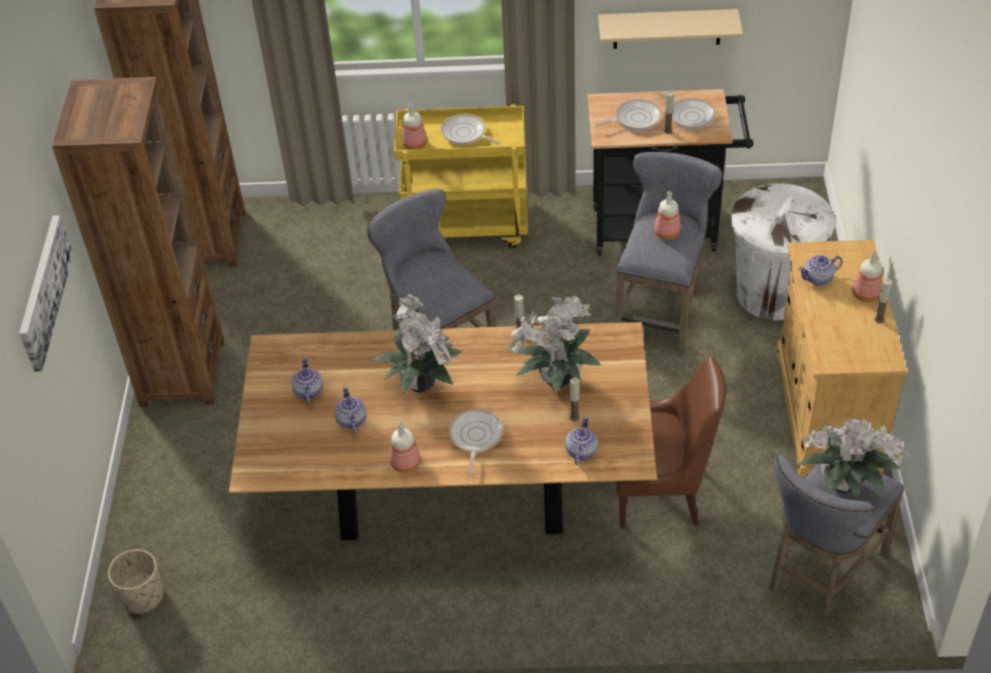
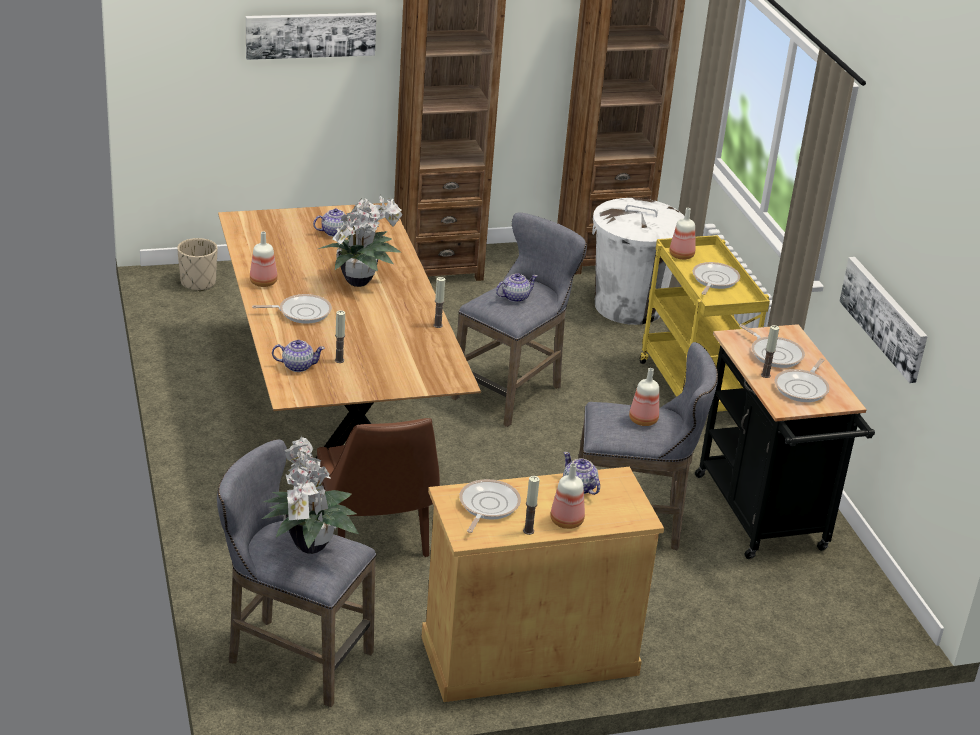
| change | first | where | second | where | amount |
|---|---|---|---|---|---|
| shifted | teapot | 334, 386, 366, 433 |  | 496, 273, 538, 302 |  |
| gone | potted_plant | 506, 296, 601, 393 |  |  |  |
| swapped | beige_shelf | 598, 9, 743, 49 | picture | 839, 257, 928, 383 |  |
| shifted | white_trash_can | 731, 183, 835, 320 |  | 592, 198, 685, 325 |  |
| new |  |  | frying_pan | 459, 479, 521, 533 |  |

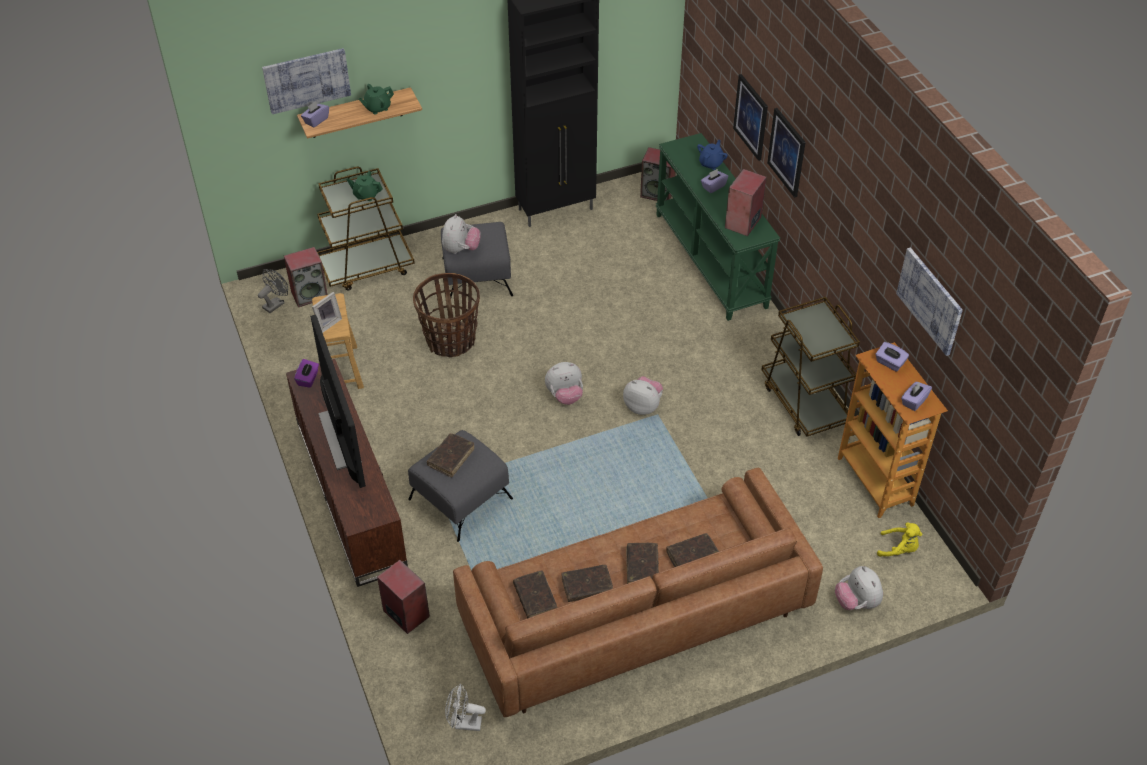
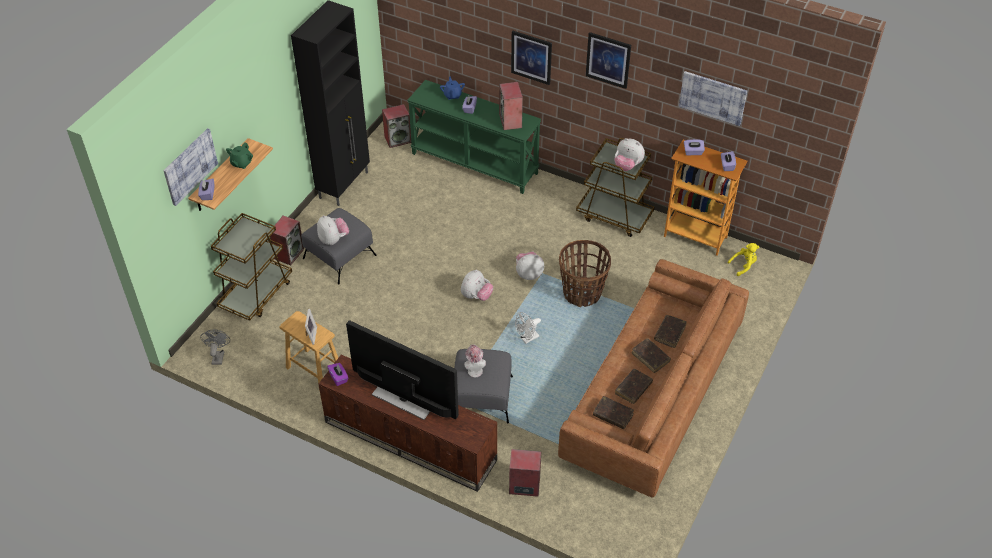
| change | first | where | second | where | amount |
|---|---|---|---|---|---|
| shifted | speaker | 284, 247, 328, 307 |  | 270, 216, 304, 265 |  |
| gone | green_teapot | 347, 171, 383, 201 |  |  |  |
| shifted | basket | 413, 273, 480, 357 |  | 559, 240, 611, 307 |  |
| swapped | brown_book | 427, 433, 474, 477 | hat | 464, 345, 486, 378 |  |
| shifted | white_fan | 445, 684, 486, 731 |  | 515, 312, 541, 344 |  |
| shifted | picture | 733, 74, 768, 161 |  | 586, 32, 631, 89 |  |
| shifted | plush_toy | 835, 566, 883, 610 |  | 615, 138, 645, 171 |  |

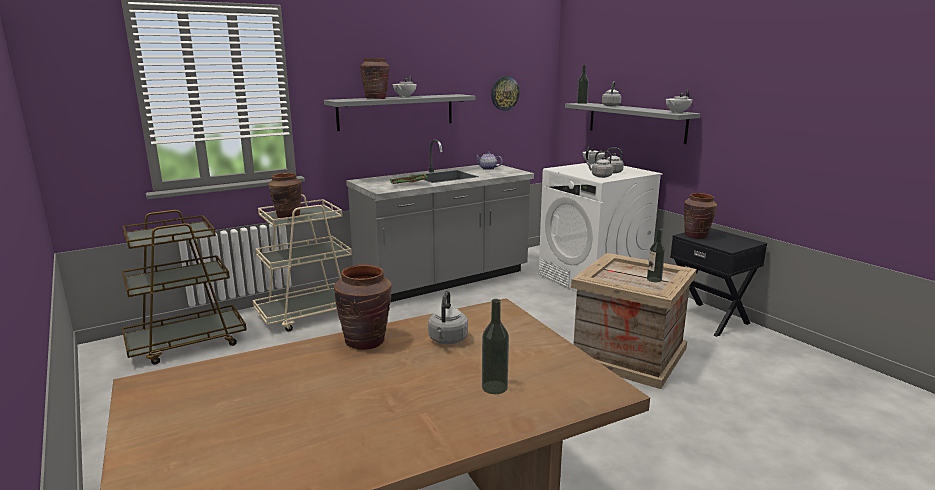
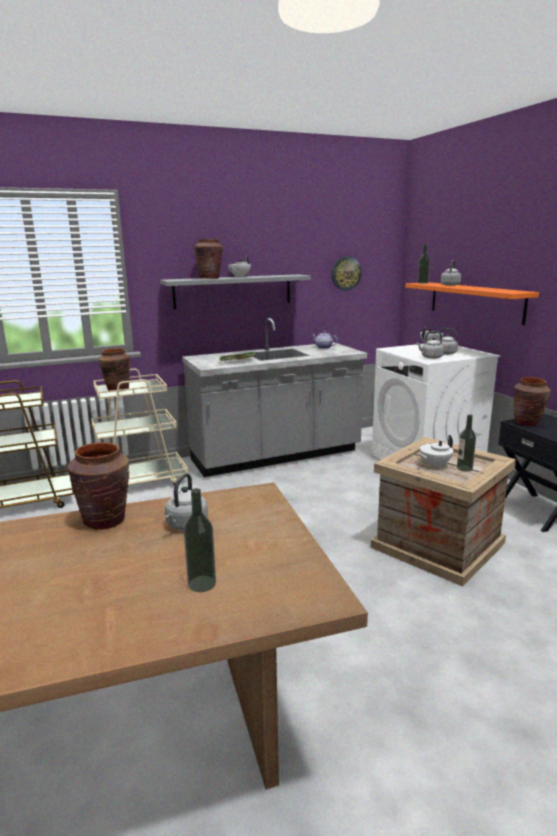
| change | first | where | second | where | amount |
|---|---|---|---|---|---|
| repainted | grey_shelf | 565, 103, 700, 144 | orange_shelf | 405, 282, 539, 325 |  |
| shifted | white_teapot | 666, 89, 693, 114 |  | 418, 435, 453, 467 |  |

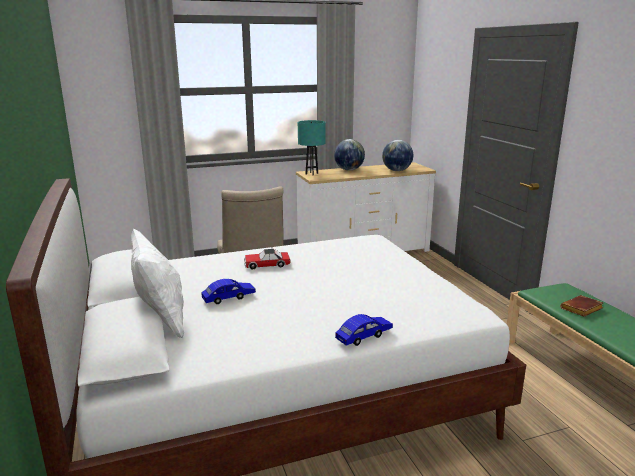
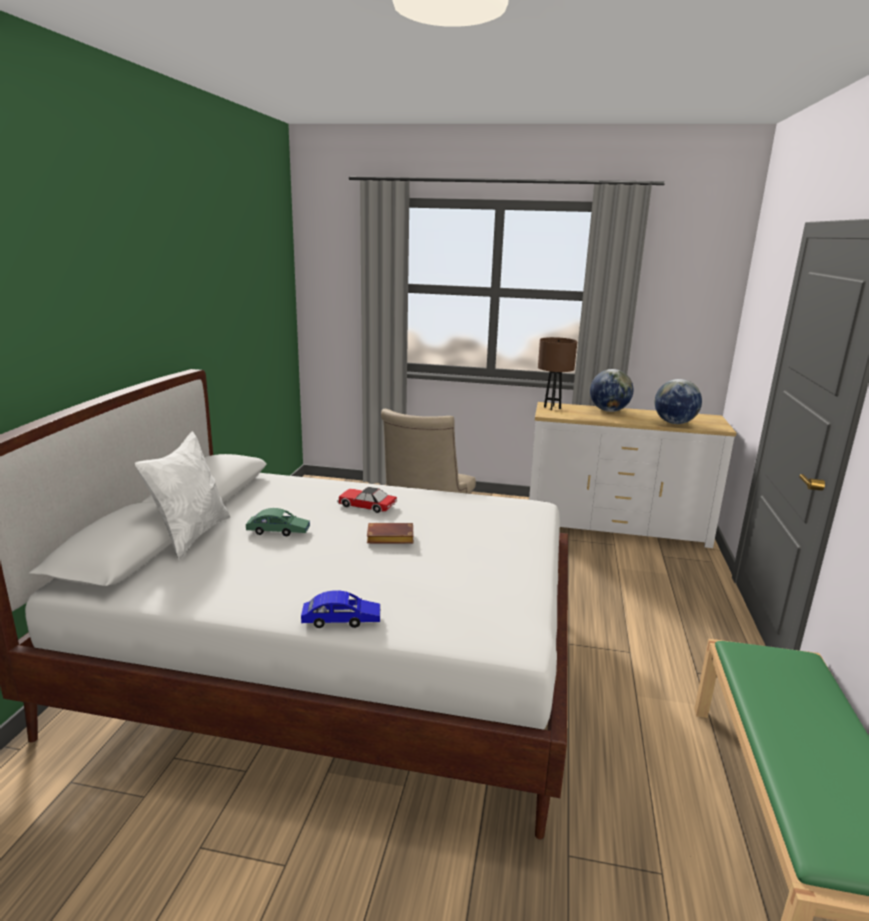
| change | first | where | second | where | amount |
|---|---|---|---|---|---|
| repainted | blue_toy_car | 201, 279, 256, 304 | green_toy_car | 246, 508, 310, 536 |  |
| repainted | turquoise_table_lamp | 298, 120, 326, 175 | brown_table_lamp | 538, 337, 578, 410 |  |
| shifted | brown_book | 560, 295, 604, 317 |  | 367, 523, 414, 544 |  |

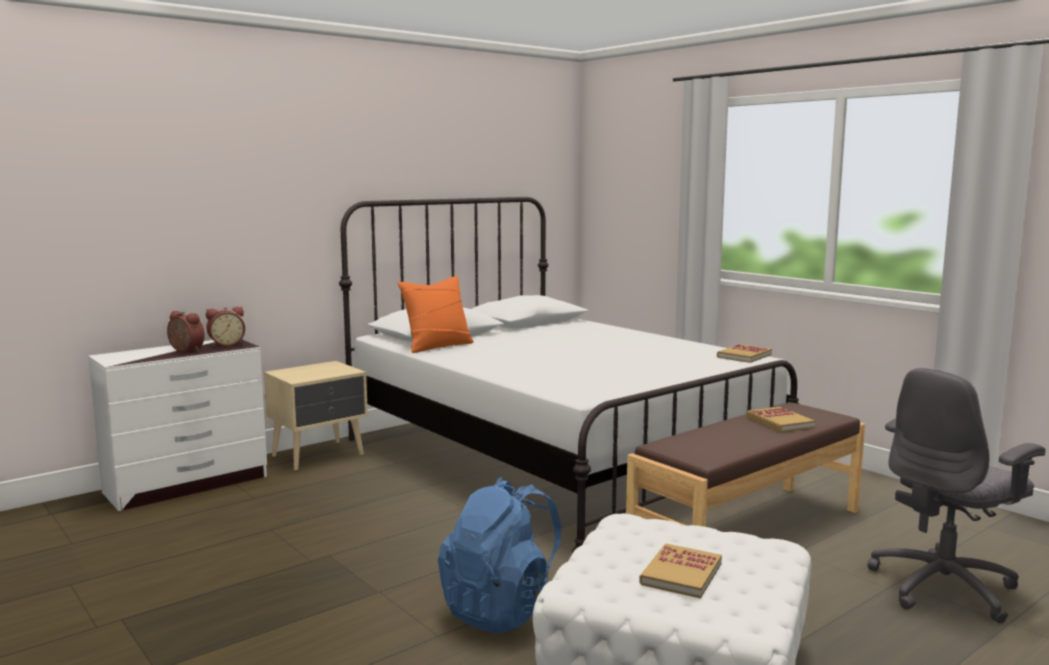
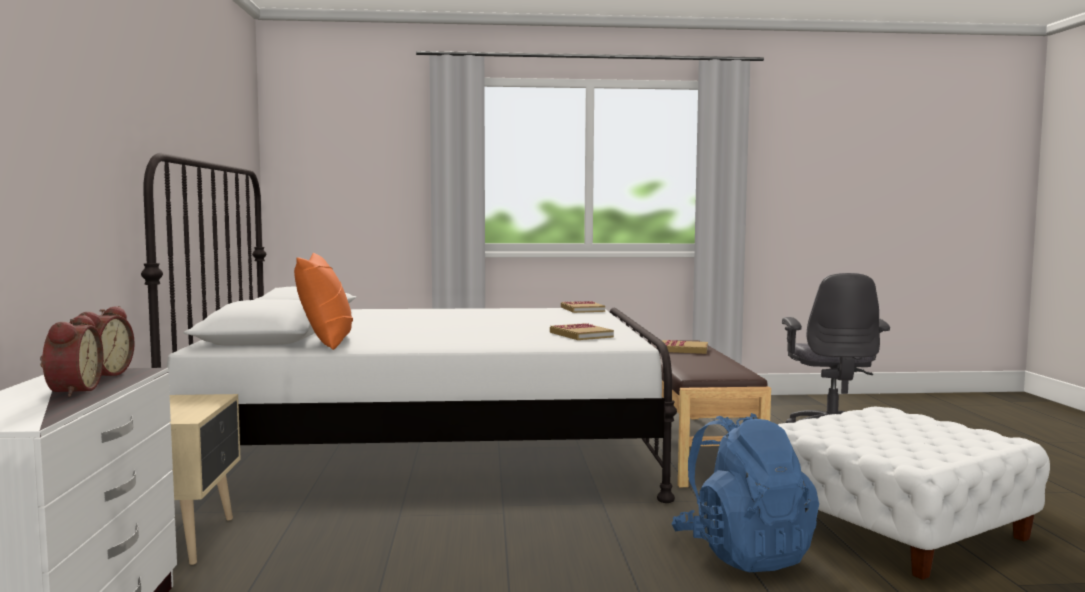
| change | first | where | second | where | amount |
|---|---|---|---|---|---|
| rotated | alarm_clock | 167, 311, 205, 352 |  | 40, 315, 104, 397 | 105 degrees clockwise |
| shifted | book | 639, 544, 722, 599 |  | 550, 323, 614, 340 |  |

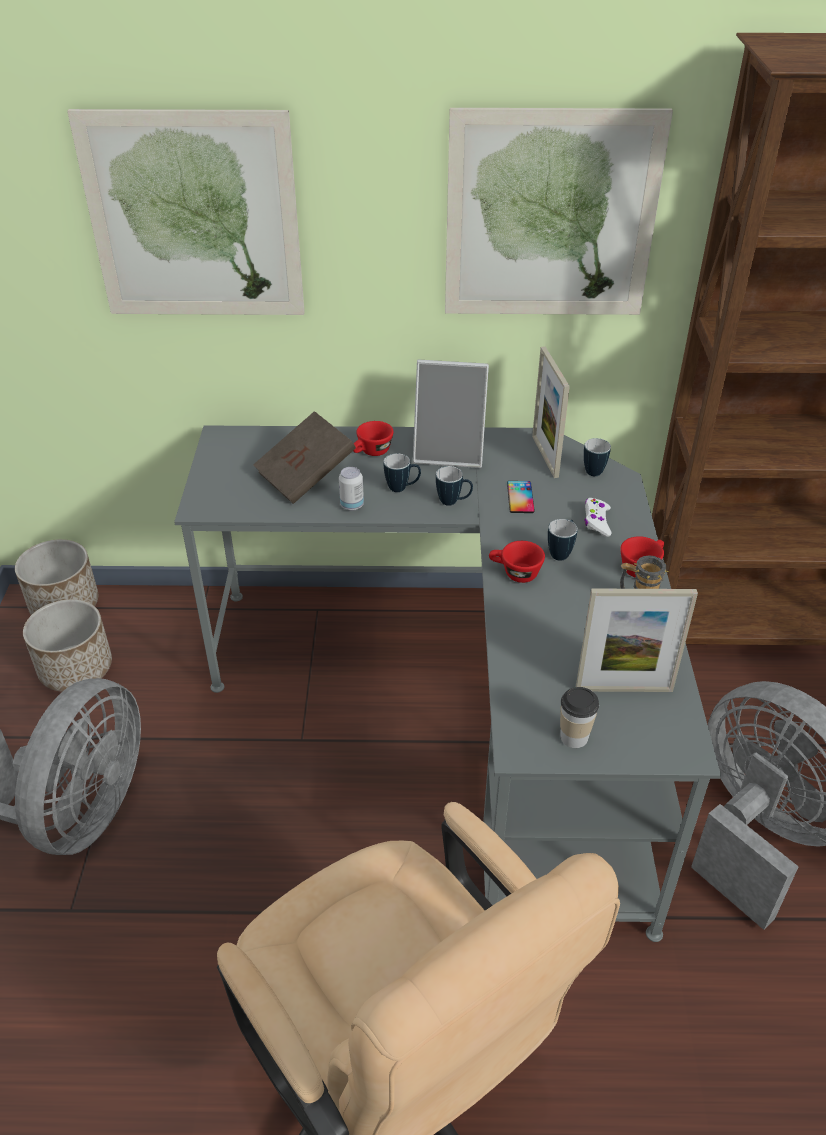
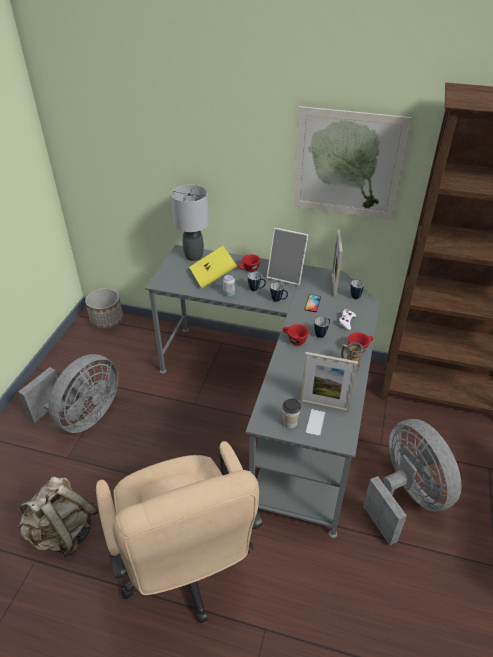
| change | first | where | second | where | amount |
|---|---|---|---|---|---|
| gone | planter | 23, 599, 112, 692 |  |  |  |
| gone | picture | 67, 109, 305, 315 |  |  |  |
| repainted | brown_book | 253, 411, 356, 504 | yellow_book | 189, 246, 237, 288 |  |
| new |  |  | beige_backpack | 18, 477, 98, 557 |  |
| new |  |  | grey_table_lamp | 171, 185, 209, 261 |  |
| new |  |  | phone | 306, 409, 326, 436 |  |

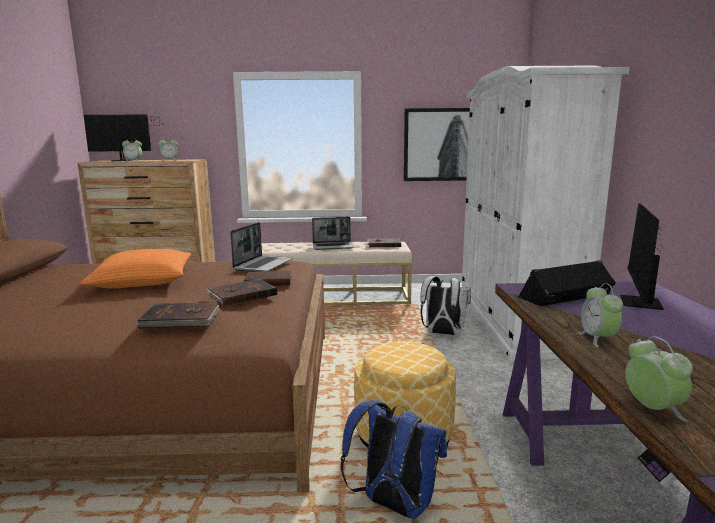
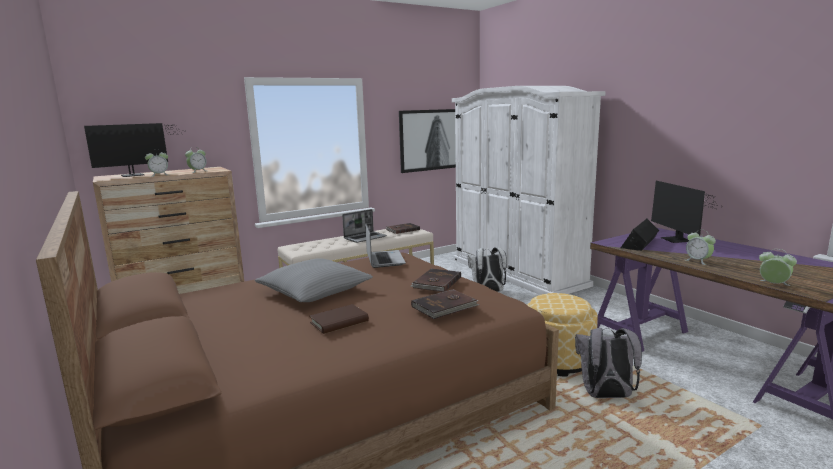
| change | first | where | second | where | amount |
|---|---|---|---|---|---|
| repainted | orange_pillow | 80, 249, 191, 288 | grey_pillow | 255, 258, 373, 302 |  |
| shifted | brown_book | 244, 271, 292, 286 |  | 309, 304, 369, 334 |  |
| repainted | blue_backpack | 341, 400, 447, 519 | grey_backpack | 575, 328, 642, 398 |  |

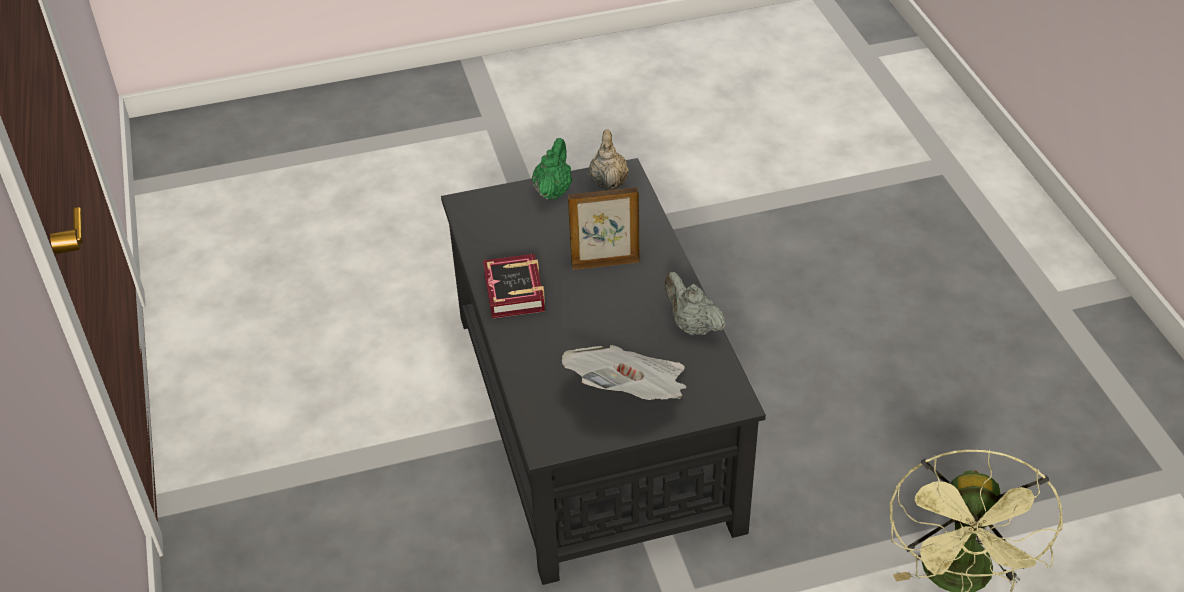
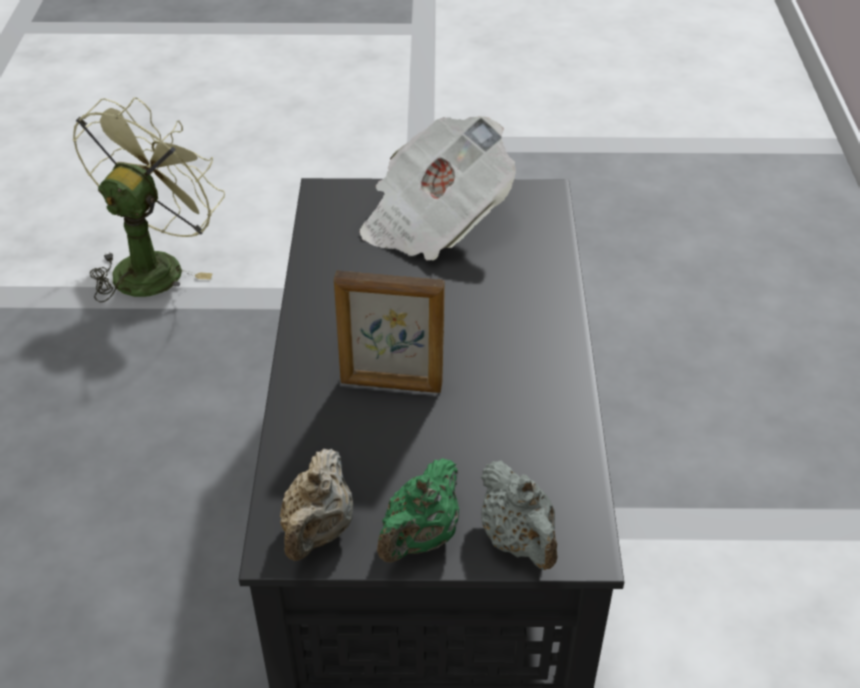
| change | first | where | second | where | amount |
|---|---|---|---|---|---|
| gone | book | 483, 254, 545, 319 |  |  |  |
| shifted | grey_teapot | 665, 272, 726, 335 |  | 481, 460, 558, 570 |  |

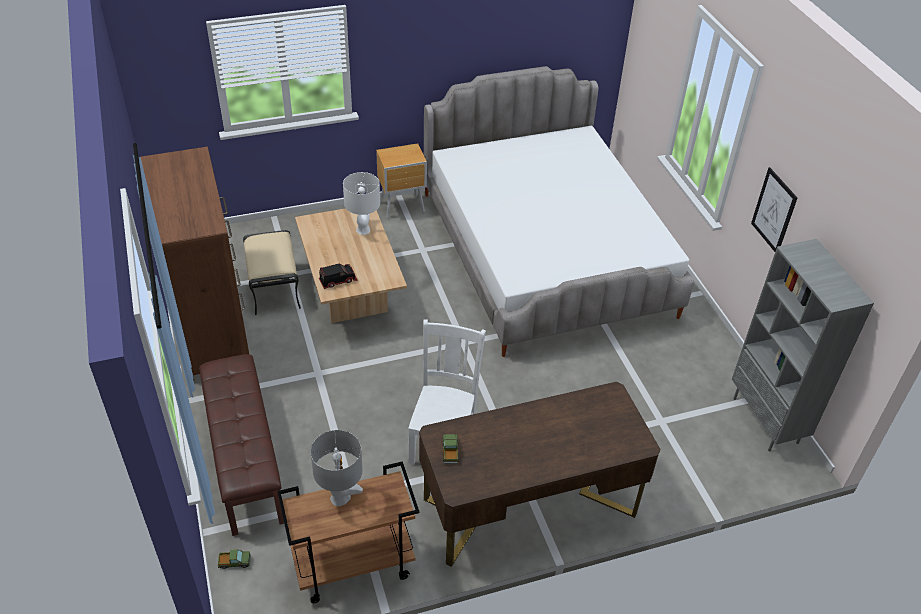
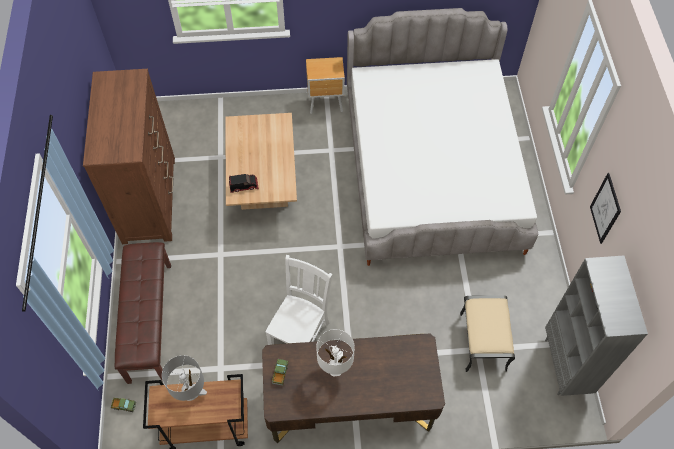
| change | first | where | second | where | amount |
|---|---|---|---|---|---|
| shifted | beige_ottoman | 243, 230, 301, 315 |  | 460, 295, 515, 372 |  |
| shifted | white_table_lamp | 343, 172, 380, 235 |  | 316, 329, 355, 376 |  |

